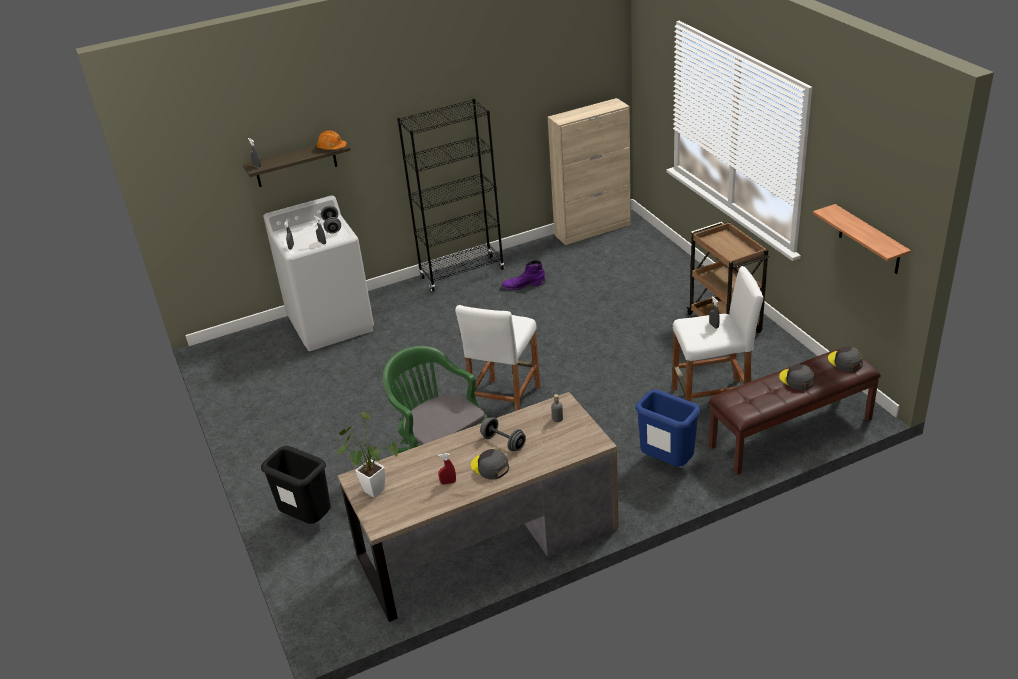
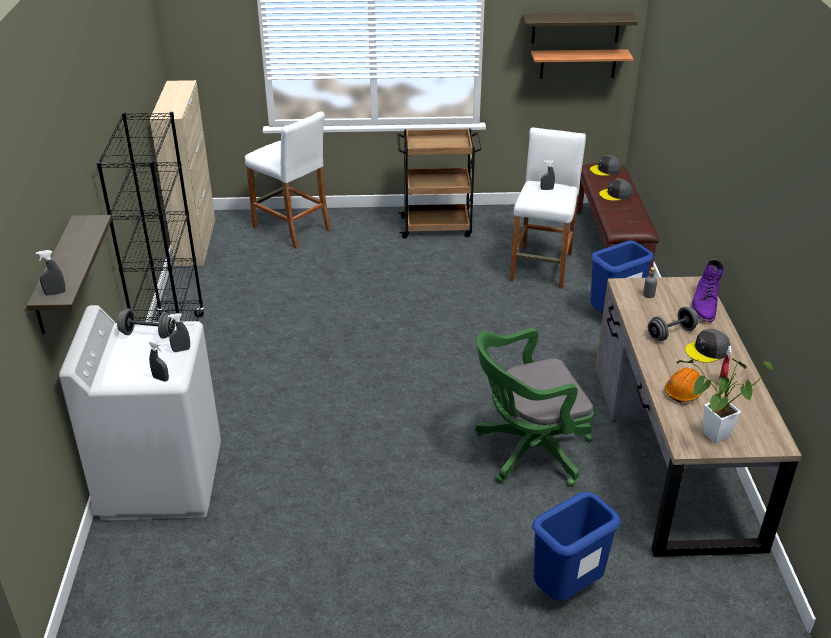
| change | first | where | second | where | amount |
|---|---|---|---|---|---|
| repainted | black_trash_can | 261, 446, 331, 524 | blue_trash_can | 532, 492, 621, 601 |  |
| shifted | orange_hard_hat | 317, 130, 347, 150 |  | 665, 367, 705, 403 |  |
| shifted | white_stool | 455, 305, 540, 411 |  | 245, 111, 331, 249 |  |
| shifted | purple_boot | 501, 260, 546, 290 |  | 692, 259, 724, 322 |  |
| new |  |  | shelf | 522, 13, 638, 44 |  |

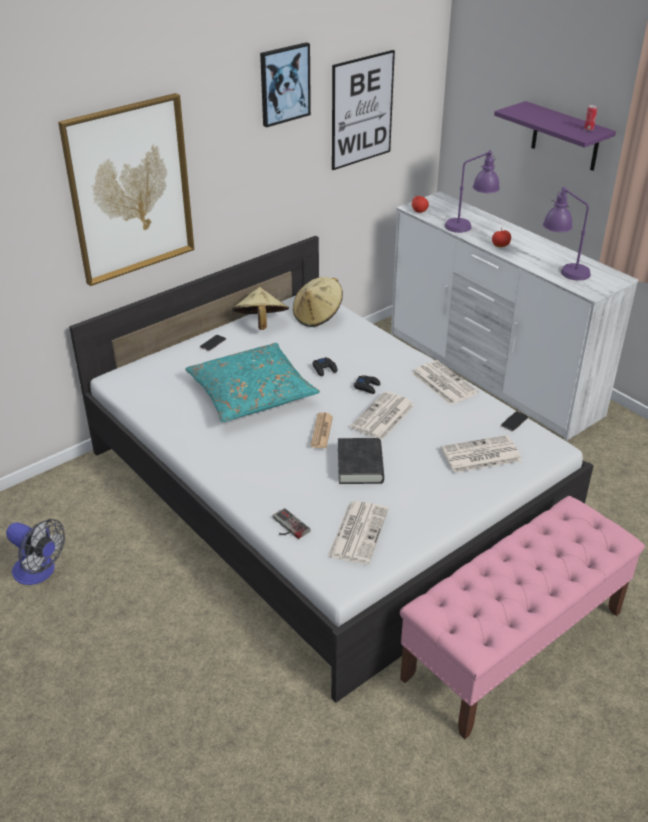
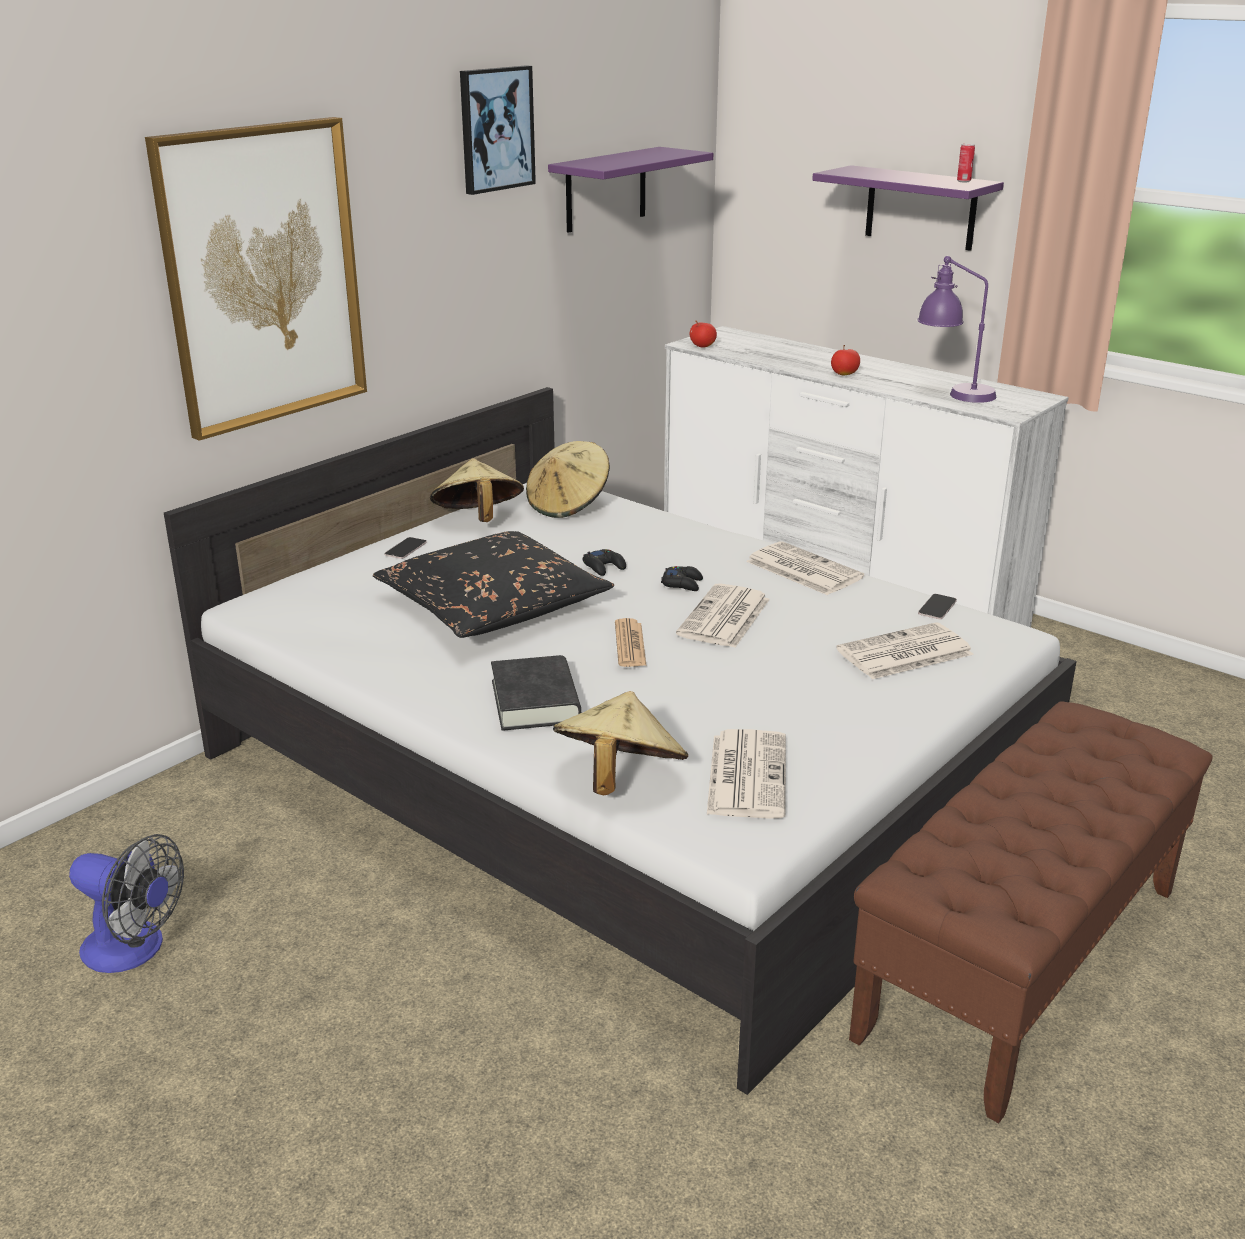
| change | first | where | second | where | amount |
|---|---|---|---|---|---|
| repainted | turquoise_pillow | 185, 343, 320, 422 | black_pillow | 373, 531, 614, 638 |  |
| swapped | game_controller | 273, 508, 311, 539 | beige_hat | 553, 691, 688, 795 |  |
| swapped | picture | 332, 50, 395, 170 | purple_shelf | 548, 147, 713, 233 |  |
| shifted | black_book | 338, 438, 384, 484 |  | 491, 655, 581, 731 |  |
| repainted | pink_bench | 400, 496, 645, 739 | brown_bench | 849, 701, 1212, 1123 |  |
| gone | purple_table_lamp | 445, 150, 500, 233 |  |  |  |

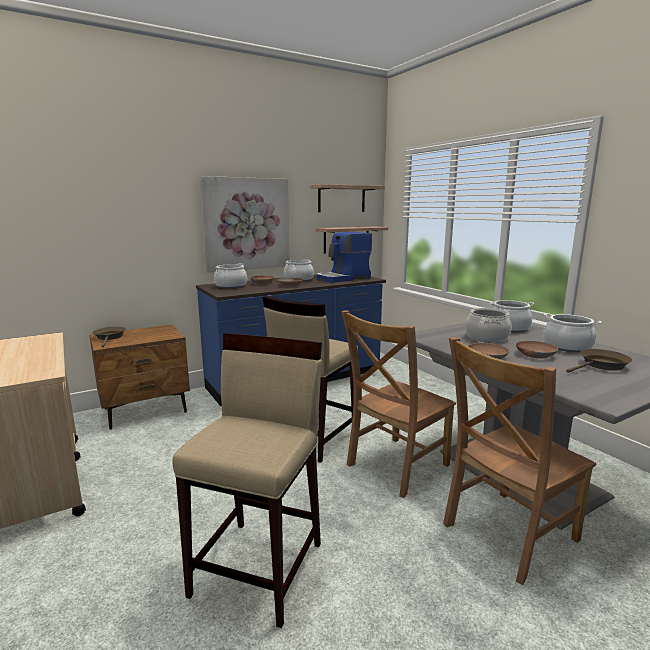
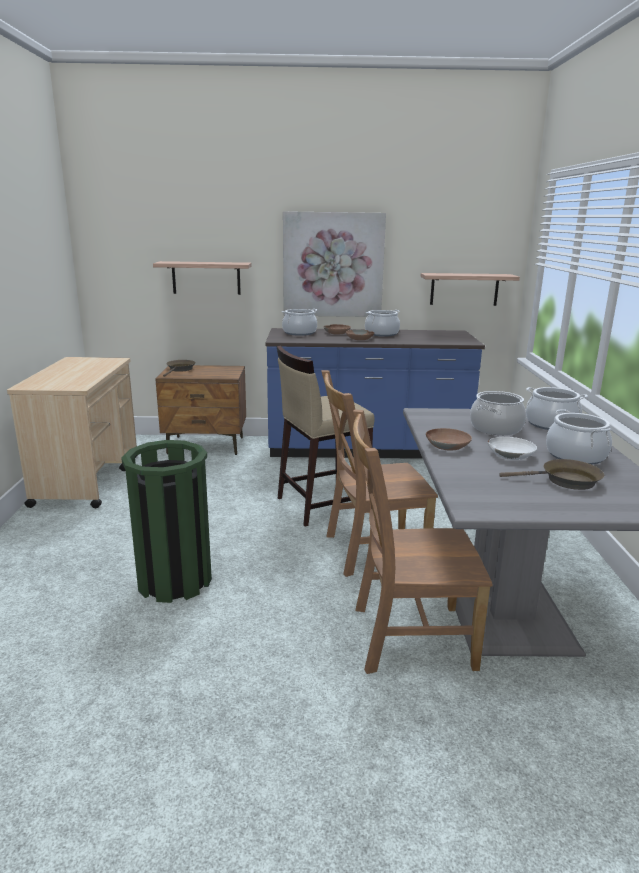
| change | first | where | second | where | amount |
|---|---|---|---|---|---|
| swapped | beige_stool | 173, 333, 322, 628 | green_trash_can | 121, 440, 212, 603 |  |
| shifted | shelf | 310, 184, 385, 212 |  | 153, 261, 251, 295 |  |
| gone | coffee_machine | 317, 232, 372, 283 |  |  |  |
| repainted | brown_bowl | 516, 341, 558, 358 | white_bowl | 488, 437, 537, 460 |  |

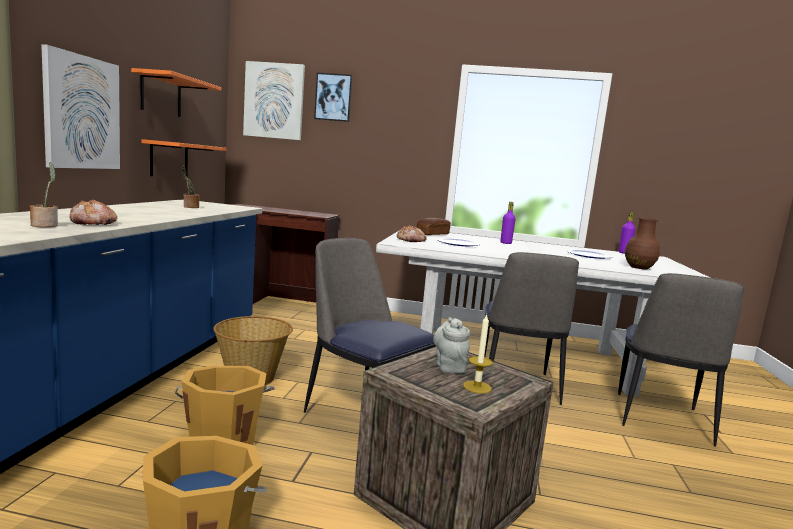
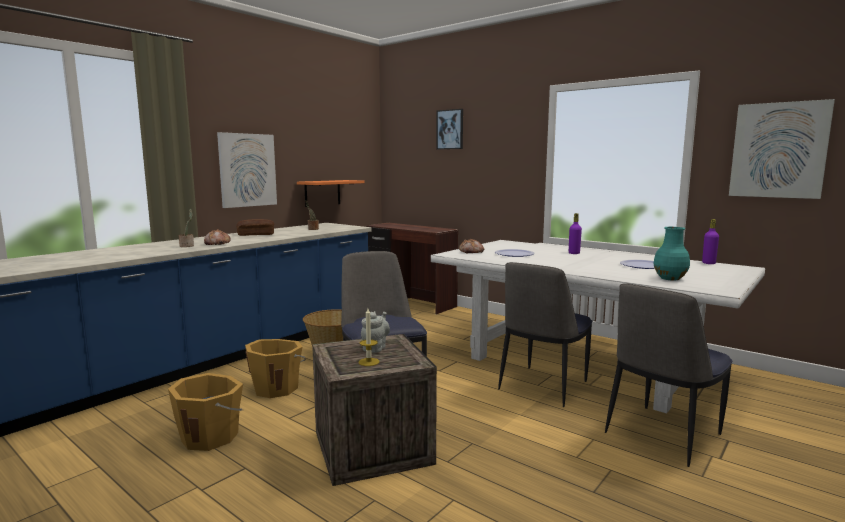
| change | first | where | second | where | amount |
|---|---|---|---|---|---|
| gone | orange_shelf | 131, 68, 221, 117 |  |  |  |
| shifted | picture | 243, 61, 305, 140 |  | 729, 99, 835, 199 |  |
| shifted | bread | 417, 218, 451, 235 |  | 236, 219, 274, 236 |  |
| repainted | brown_vase | 625, 218, 660, 269 | turquoise_vase | 654, 227, 690, 281 |  |

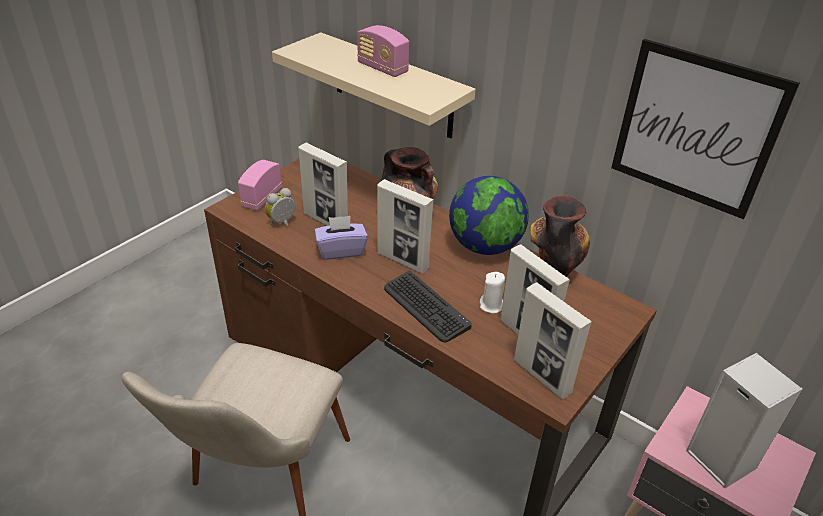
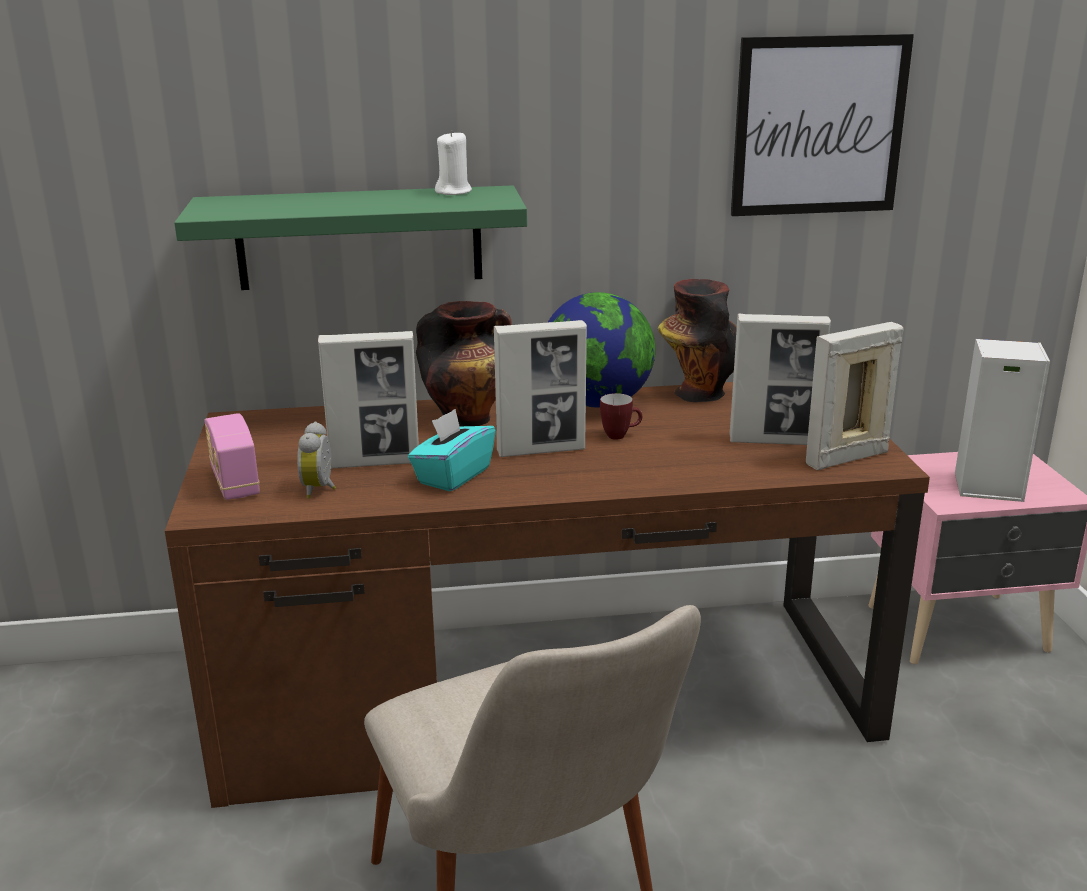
| change | first | where | second | where | amount |
|---|---|---|---|---|---|
| repainted | beige_shelf | 272, 32, 476, 138 | green_shelf | 174, 185, 527, 290 |  |
| repainted | purple_tissue_box | 314, 216, 368, 260 | turquoise_tissue_box | 408, 409, 496, 491 |  |
| gone | radio | 357, 25, 409, 77 |  |  |  |
| gone | keyboard | 384, 271, 472, 342 |  |  |  |
| shifted | white_candle | 480, 272, 505, 313 |  | 435, 130, 472, 195 |  |
| rotated | picture_frame | 514, 282, 592, 399 |  | 806, 322, 903, 470 | 150 degrees clockwise |
| new |  |  | mug | 600, 393, 642, 440 |  |

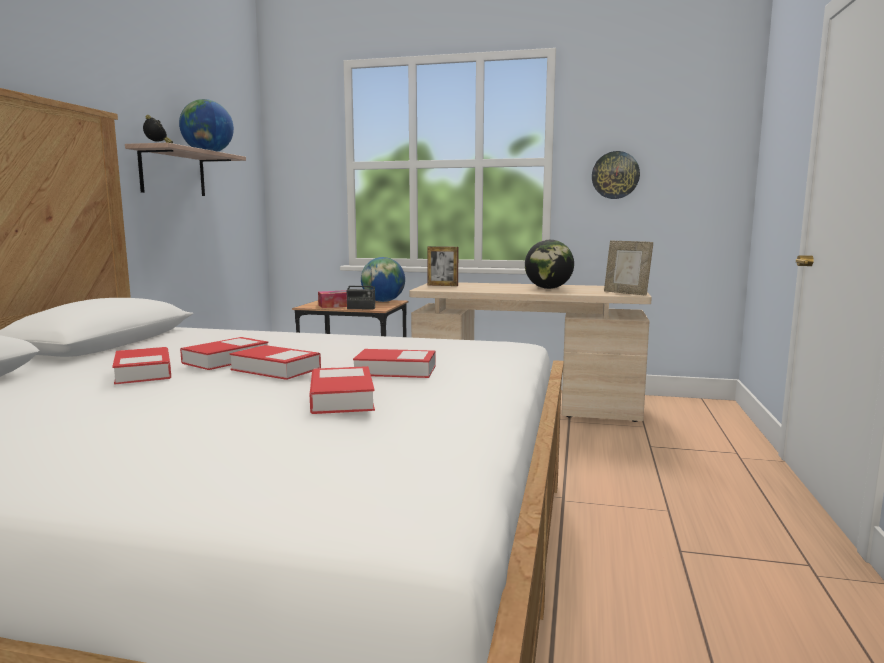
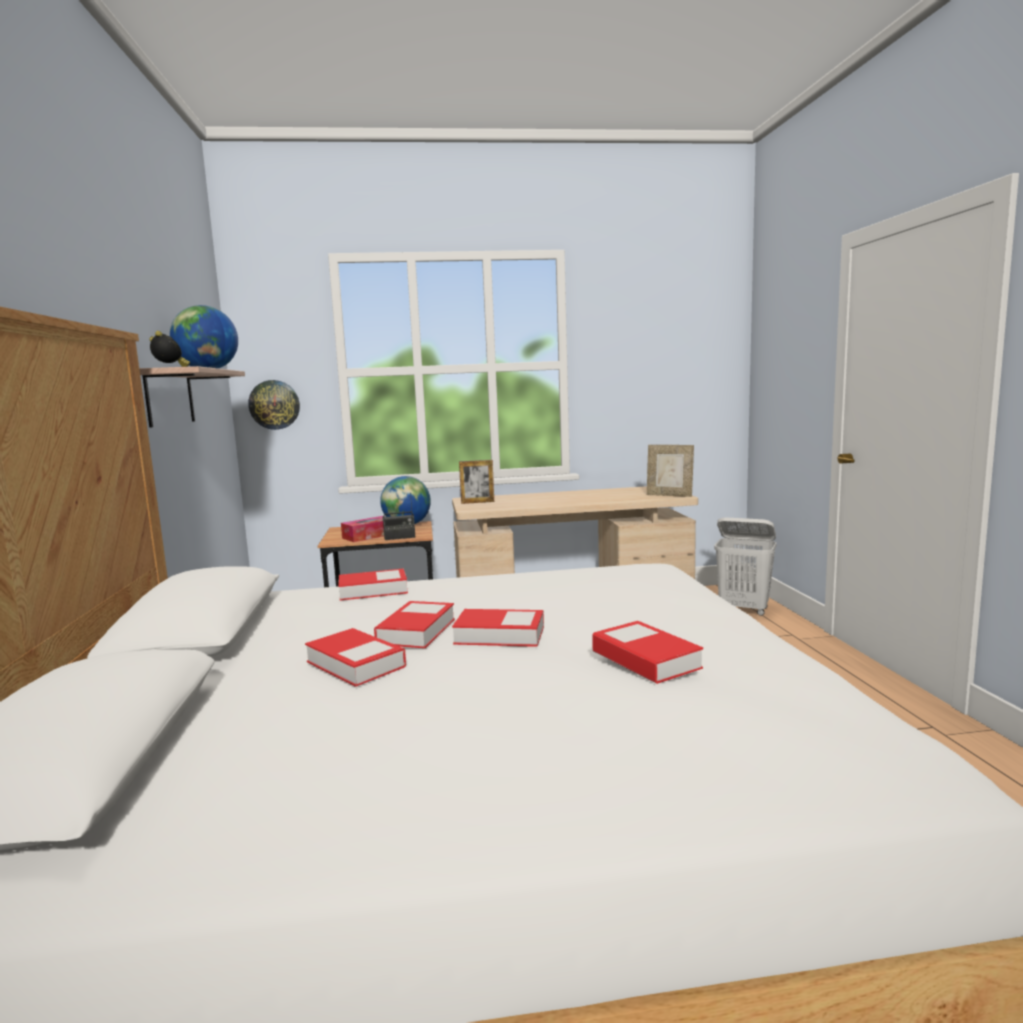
| change | first | where | second | where | amount |
|---|---|---|---|---|---|
| shifted | book | 353, 349, 436, 378 |  | 338, 568, 408, 601 |  |
| gone | globe | 525, 240, 574, 289 |  |  |  |
| shifted | wall_clock | 592, 151, 640, 199 |  | 248, 380, 300, 430 |  |
| new |  |  | white_laundry_basket | 714, 517, 777, 616 |  |

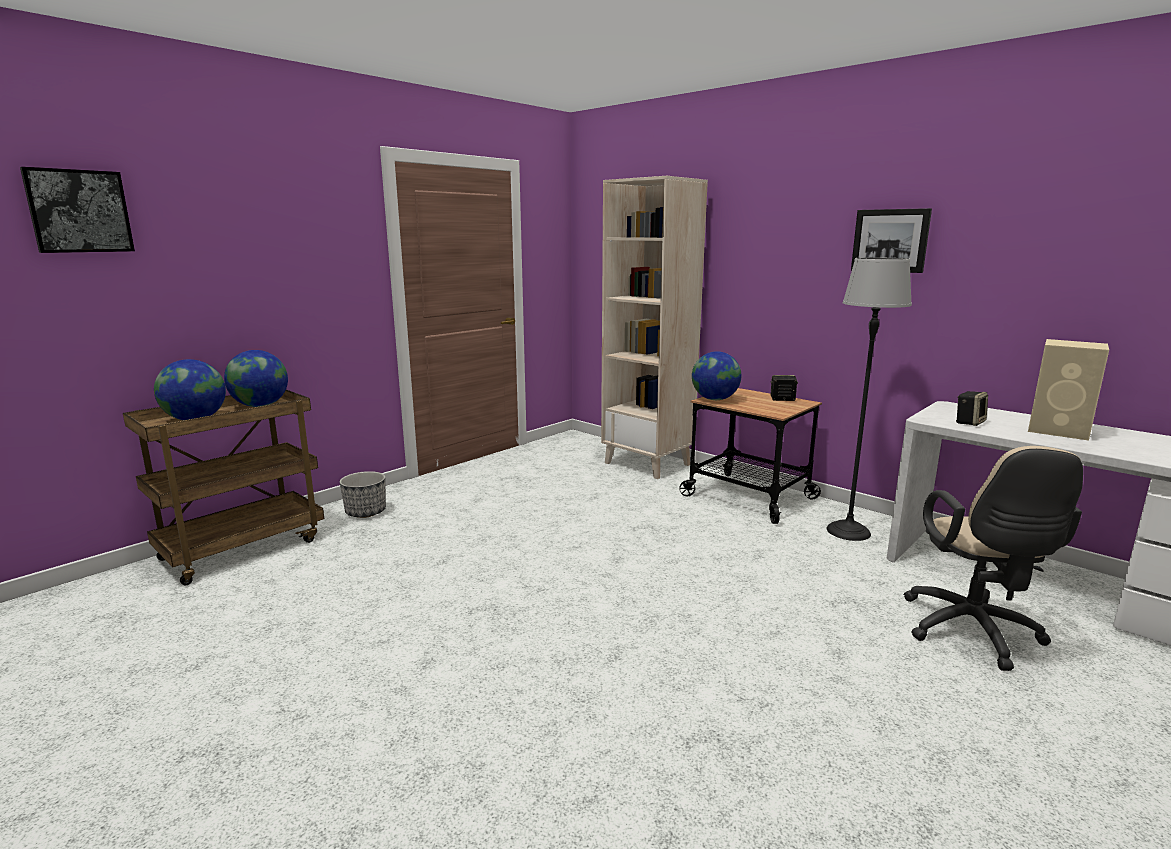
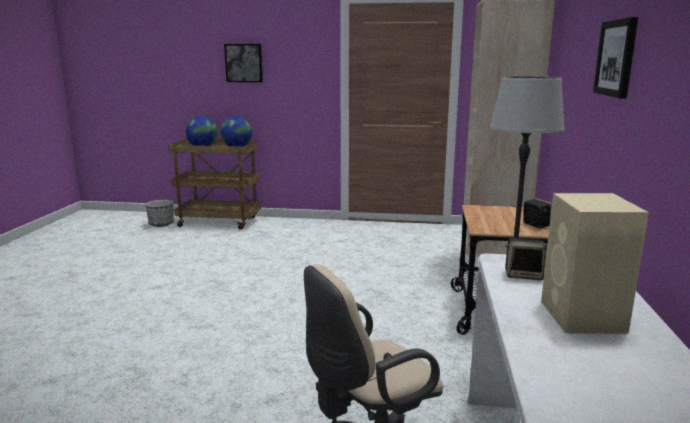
| change | first | where | second | where | amount |
|---|---|---|---|---|---|
| shifted | picture | 20, 167, 135, 253 |  | 224, 44, 263, 82 |  |
| shifted | planter | 340, 471, 386, 518 |  | 145, 200, 174, 227 |  |
| gone | globe | 692, 351, 741, 400 |  |  |  |

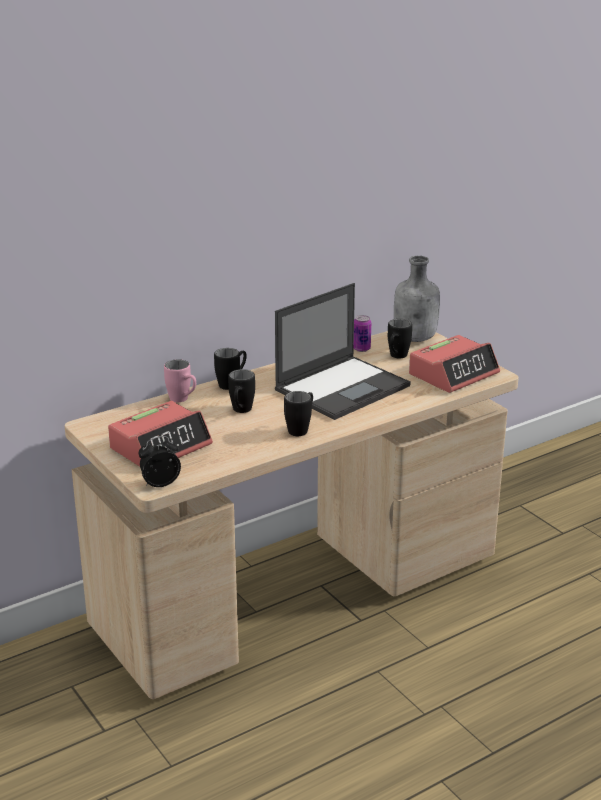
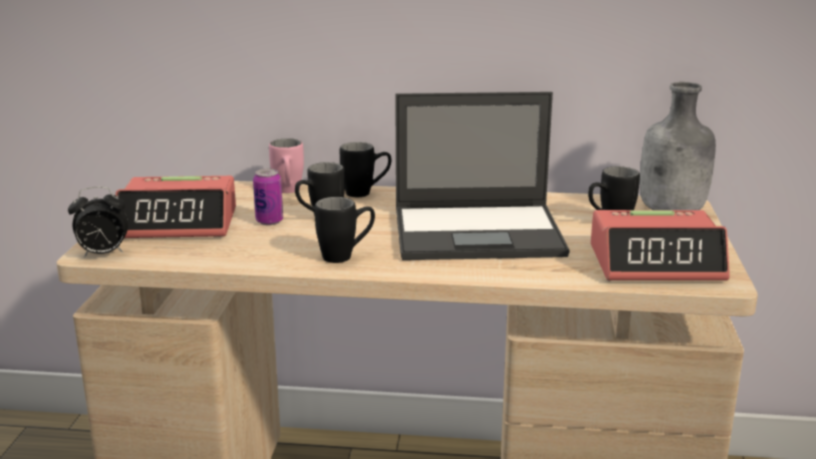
| change | first | where | second | where | amount |
|---|---|---|---|---|---|
| rotated | alarm_clock | 138, 436, 181, 487 |  | 68, 187, 128, 257 | 150 degrees clockwise |
| shifted | can | 353, 315, 371, 352 |  | 253, 169, 283, 225 |  |

